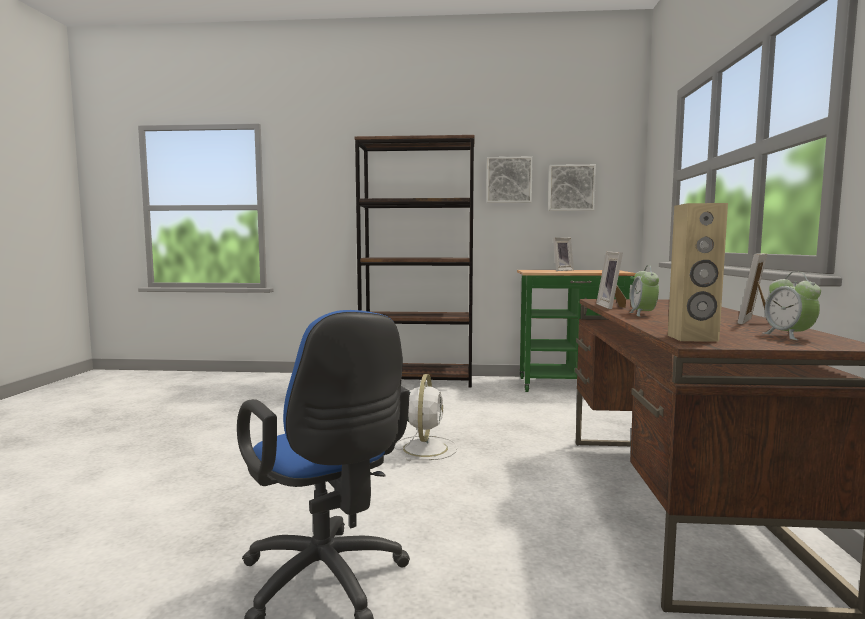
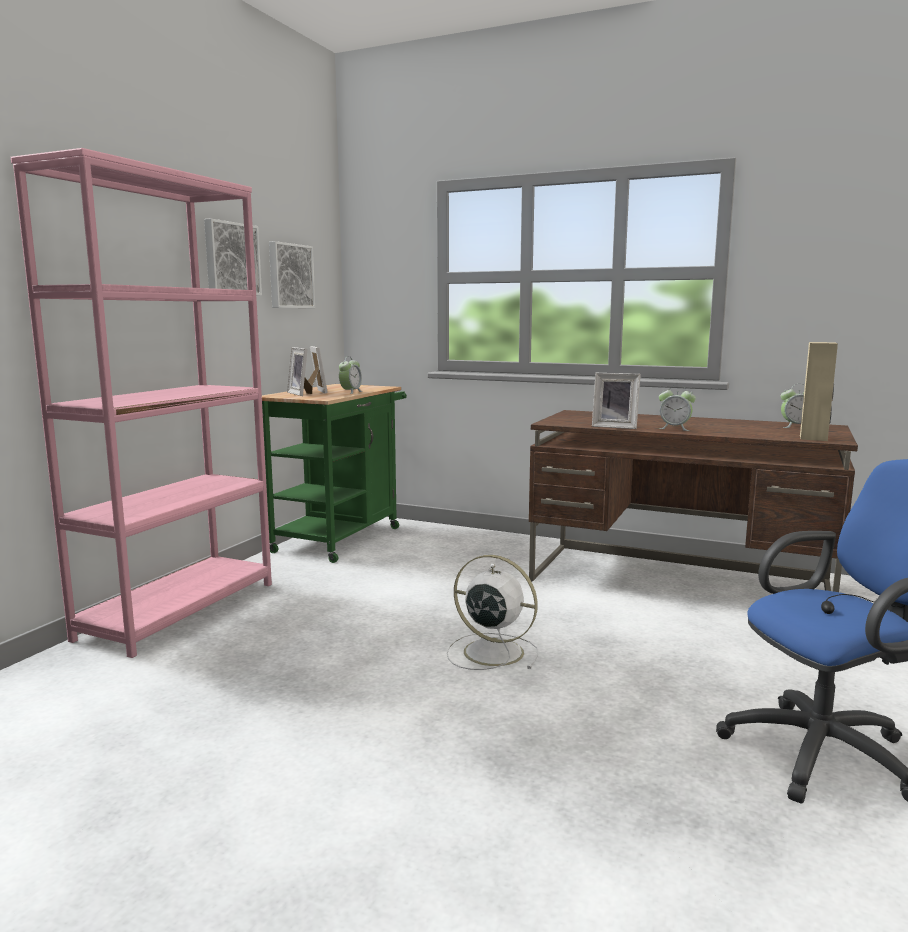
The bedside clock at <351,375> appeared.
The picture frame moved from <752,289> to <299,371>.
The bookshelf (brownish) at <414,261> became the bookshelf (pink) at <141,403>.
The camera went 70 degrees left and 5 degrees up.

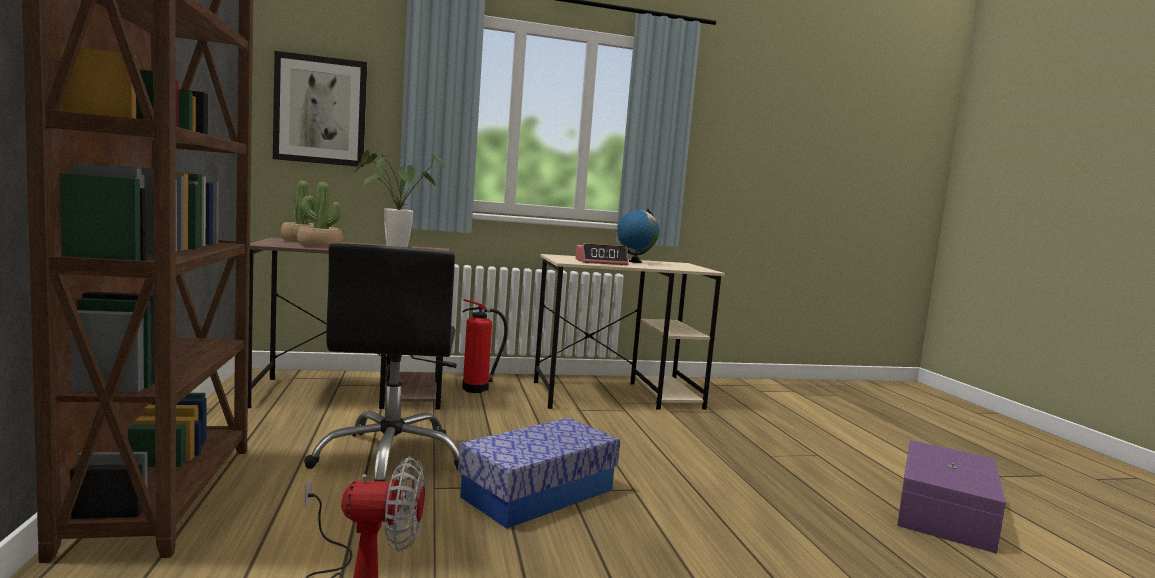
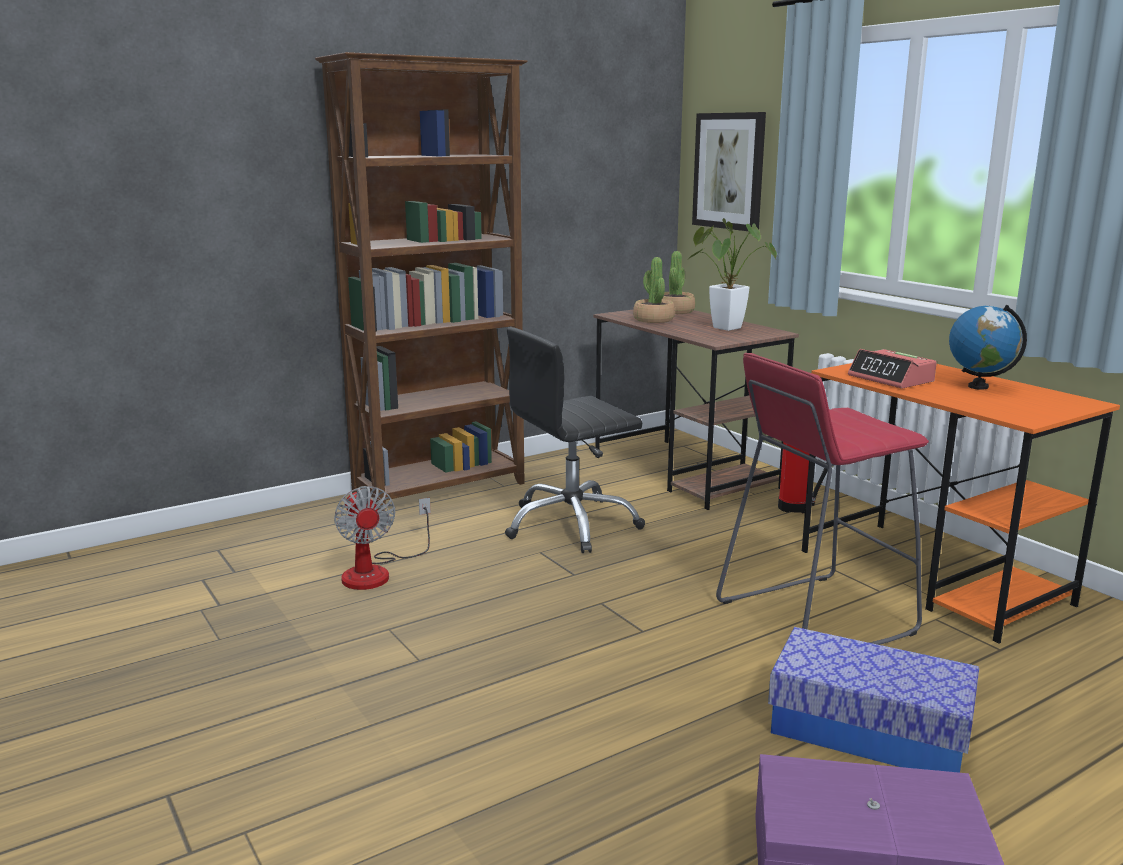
The stool seat (red-coloured) at <822,499> appeared.
The storage box moved from <539,473> to <873,700>.
The desk (beige) at <629,332> became the desk (orangey) at <961,503>.
The camera went 70 degrees right and 10 degrees up.

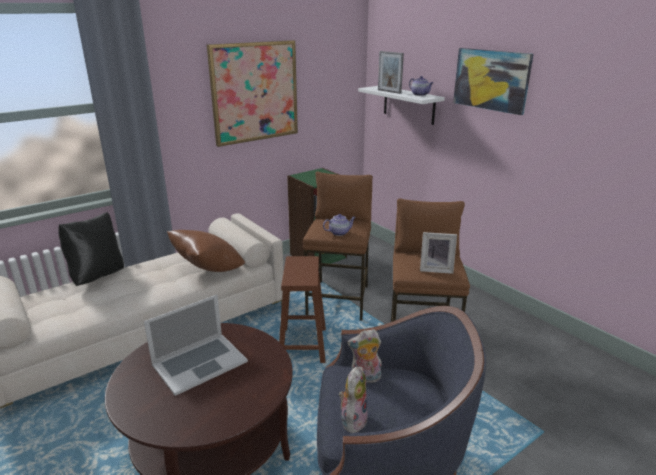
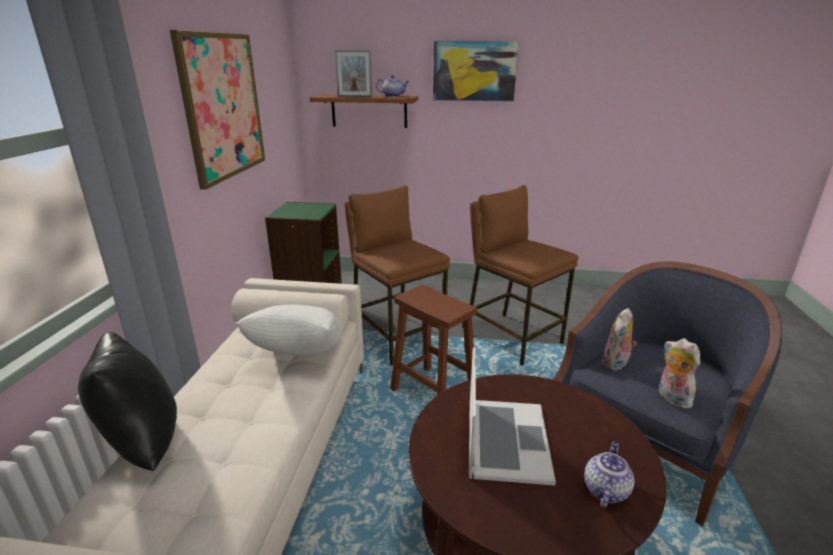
The picture frame at <438,253> disappeared.
The teapot moved from <339,225> to <609,474>.
The throw pillow (brownish) at <206,251> became the throw pillow (white-coloured) at <290,330>.
The shelf (white-coloured) at <401,105> became the shelf (brownish) at <364,111>.
The camera went 45 degrees left and 0 degrees up.

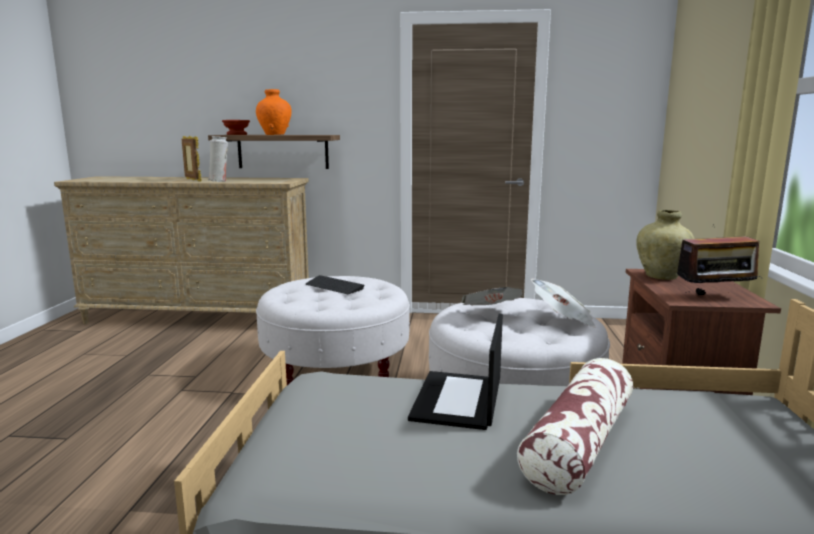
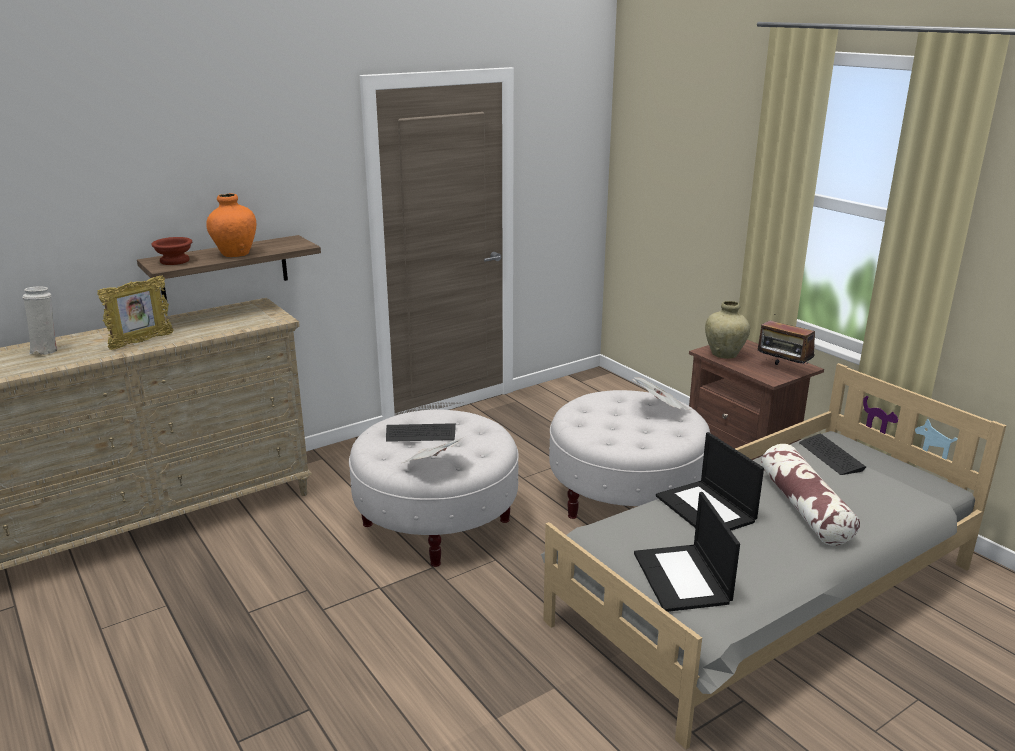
The notebook computer at <687,552> appeared.
The keyboard at <832,454> appeared.
The decorative vase (white-coloured) moved from <218,159> to <39,320>.
The daily paper moved from <492,296> to <433,450>.
The picture frame at <191,159> turned 120 degrees clockwise.
The radio set at <717,259> turned 90 degrees clockwise.
The camera went 40 degrees left and 10 degrees up.

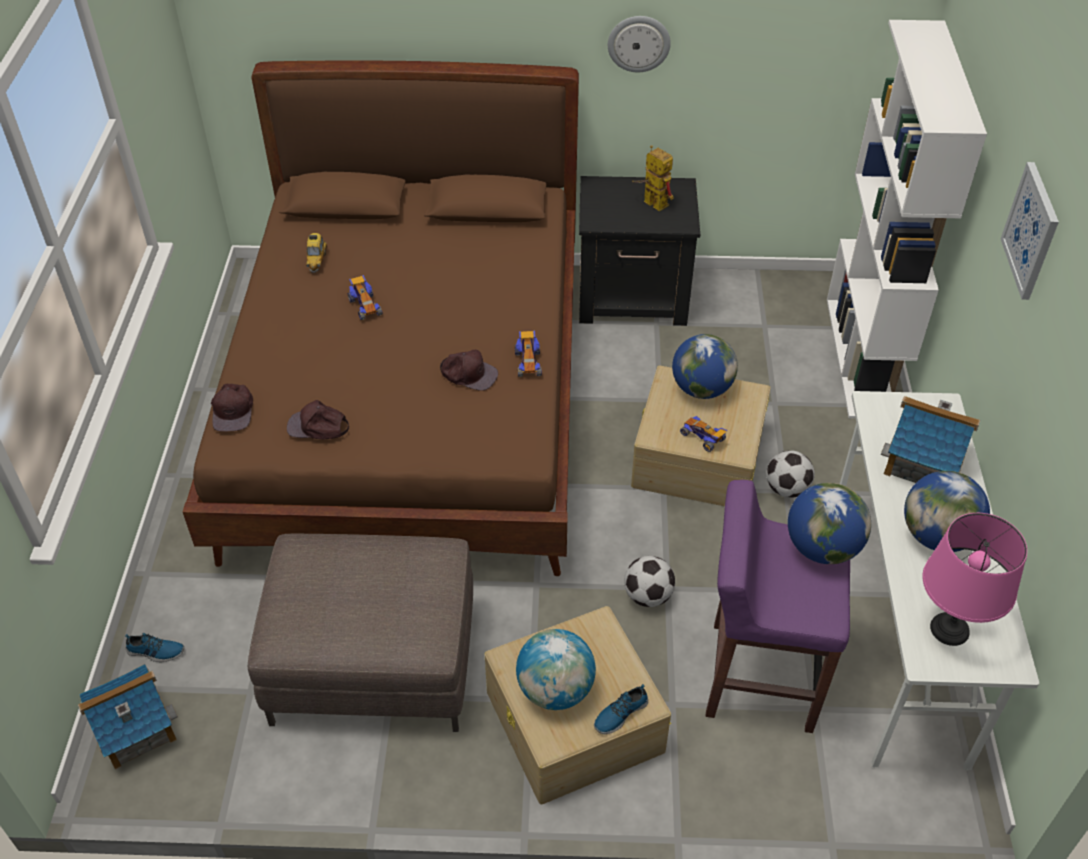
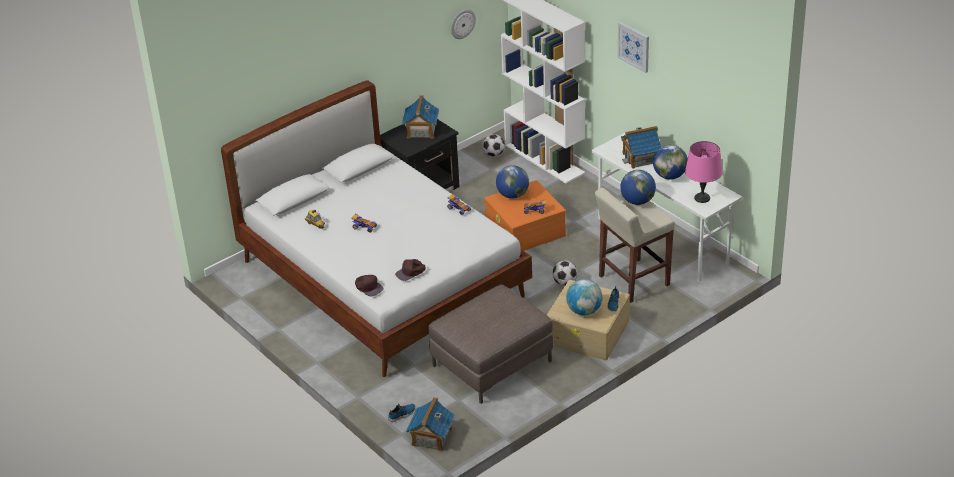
The cap (brownish) at <469,370> disappeared.
The hanging clock moved from <639,44> to <463,24>.
The football ball moved from <790,474> to <493,145>.
The toy robot at <652,178> was replaced by the miniature house at <420,117>.
The bedroom bed (brownish) at <381,318> became the bedroom bed (white-coloured) at <376,229>.
The storage box (beige) at <701,436> became the storage box (orangey) at <525,215>.
The stool seat (purple) at <778,606> became the stool seat (beige) at <635,245>.
The camera went 40 degrees left and 10 degrees down.

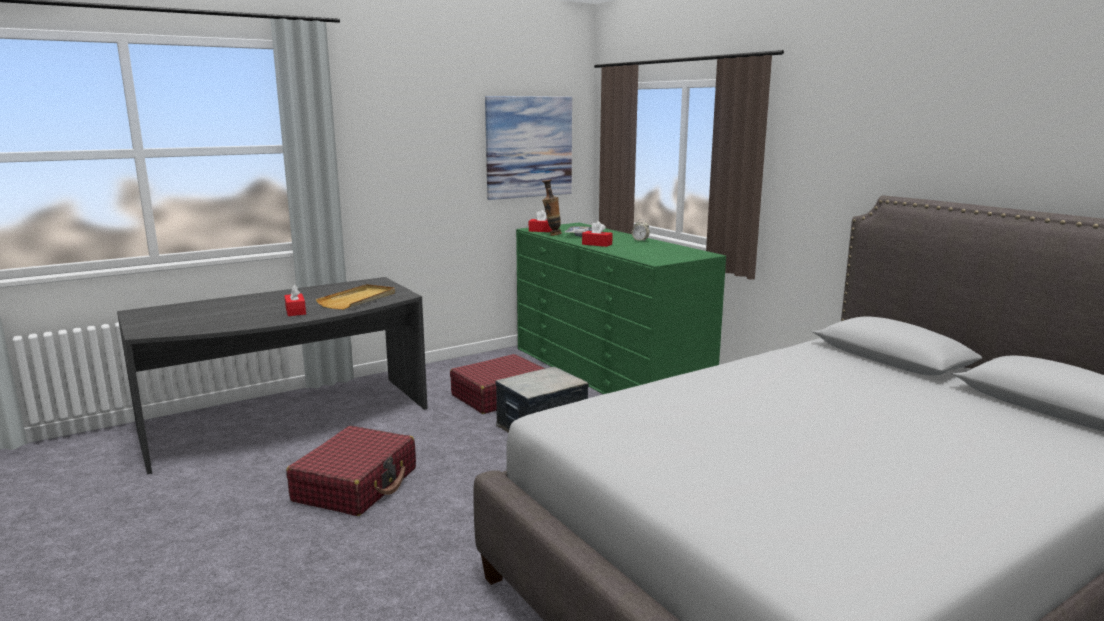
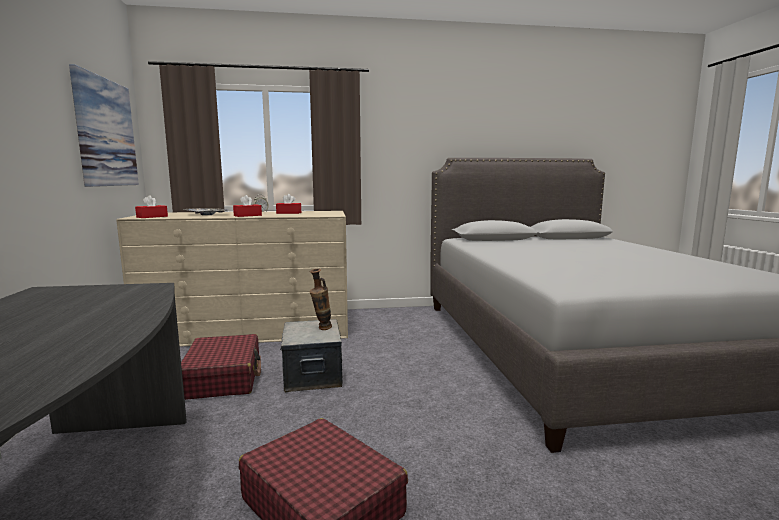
The carrying tray (beige) at <355,297> disappeared.
The tissue box (red-coloured) moved from <295,300> to <288,204>.
The decorative vase moved from <552,207> to <321,299>.
The dresser (greenish) at <621,308> became the dresser (beige) at <232,279>.
The camera went 65 degrees left and 5 degrees down.

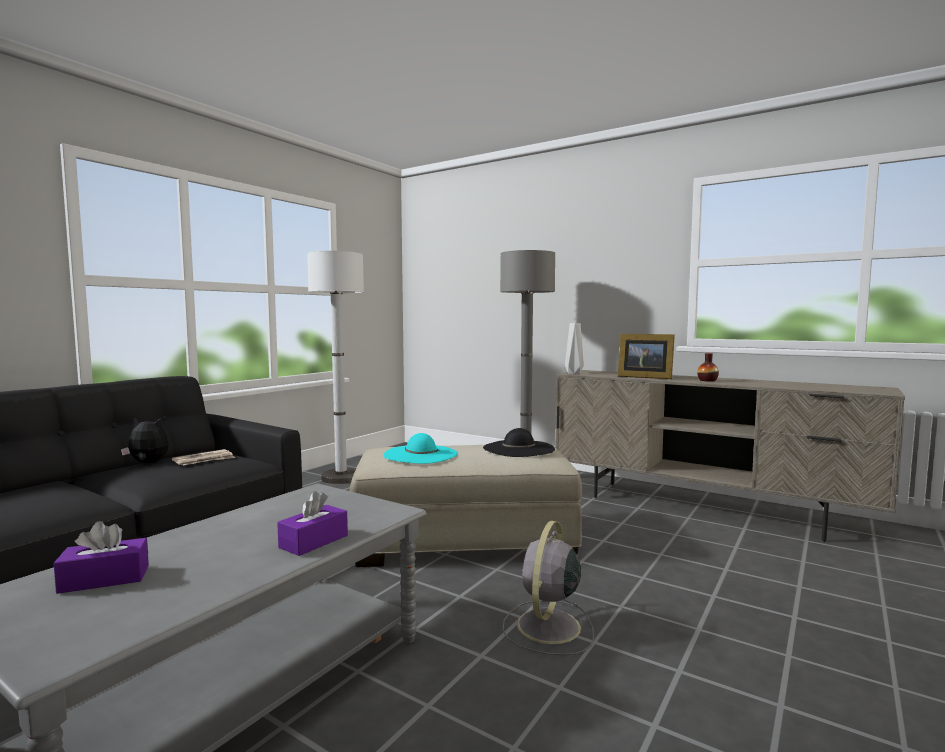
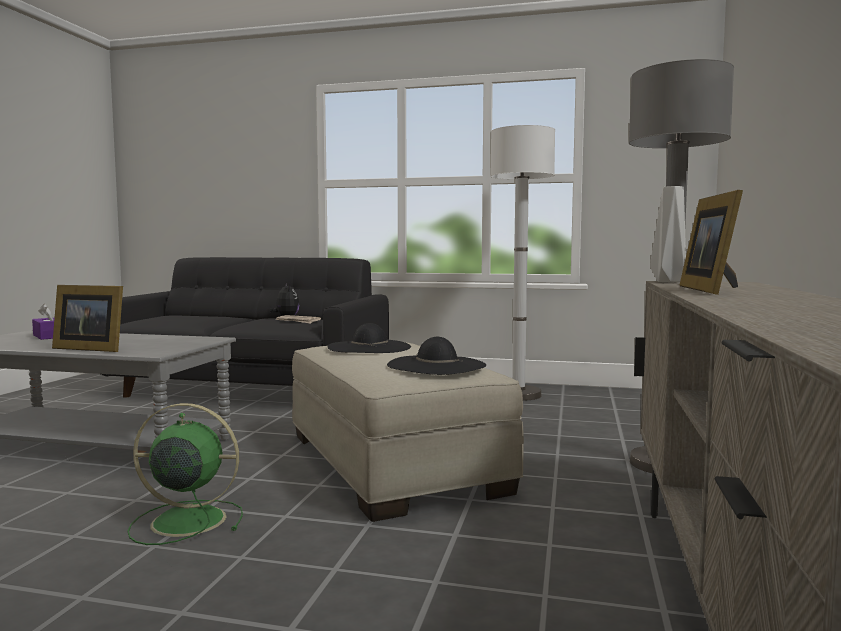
The decorative vase at <708,367> disappeared.
The tissue box (purple) at <312,523> was replaced by the picture frame at <87,318>.
The wearable hat (blue-green) at <421,448> became the wearable hat (black) at <369,338>.
The fan (grey) at <548,588> became the fan (greenish) at <185,474>.
The camera went 70 degrees right and 0 degrees up.

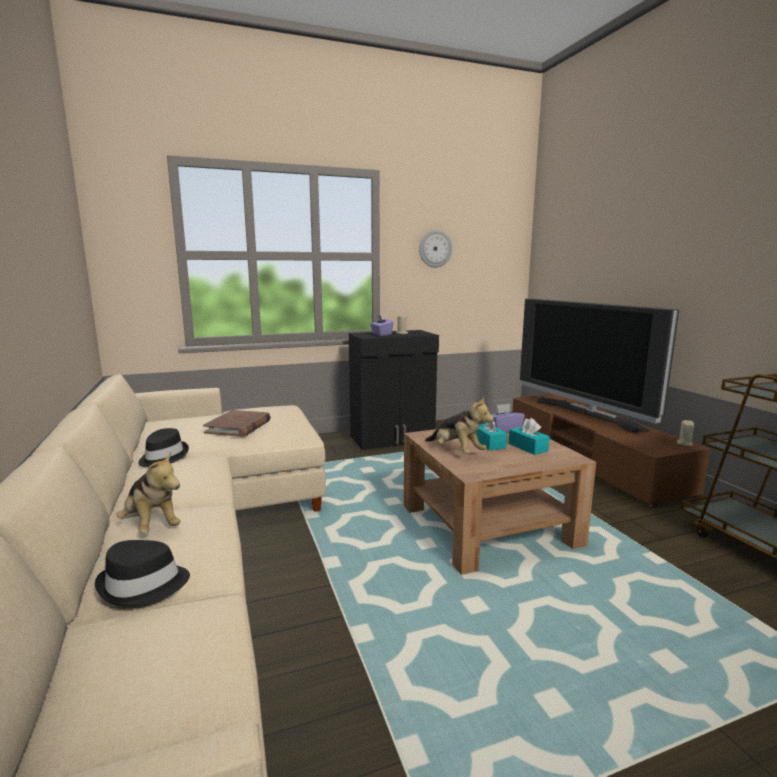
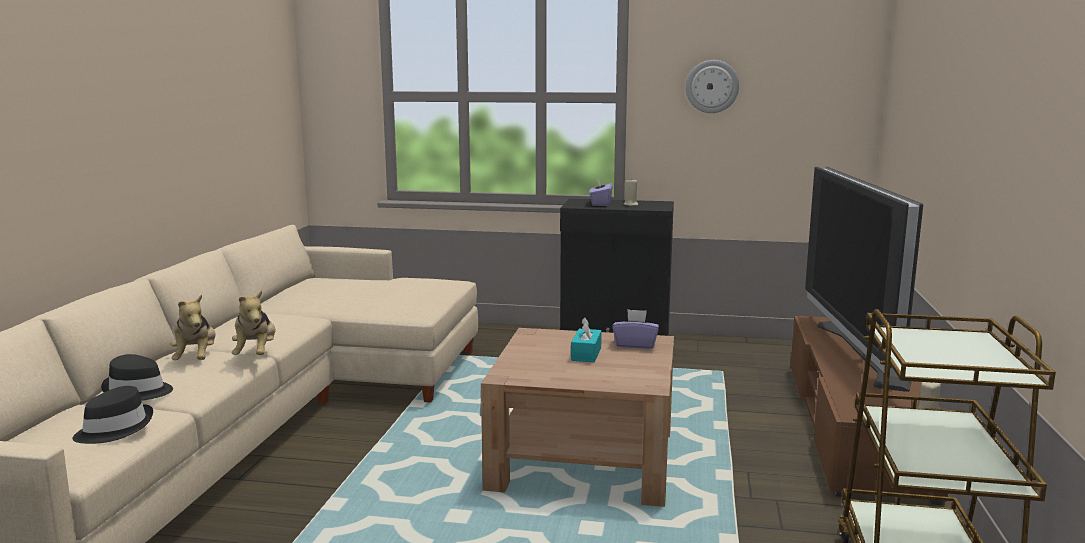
The volume (brownish) at <237,423> disappeared.
The tissue box (blue-green) at <529,436> disappeared.
The wearable hat (black) moved from <163,447> to <113,415>.
The cuddly toy moved from <459,424> to <254,322>.
The camera went 30 degrees right and 0 degrees up.

